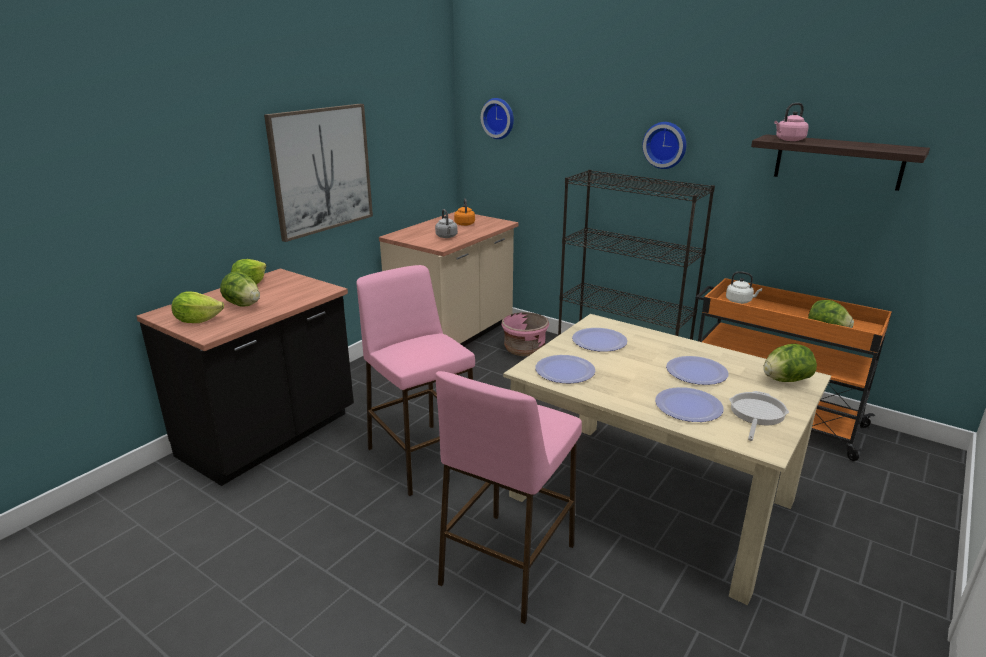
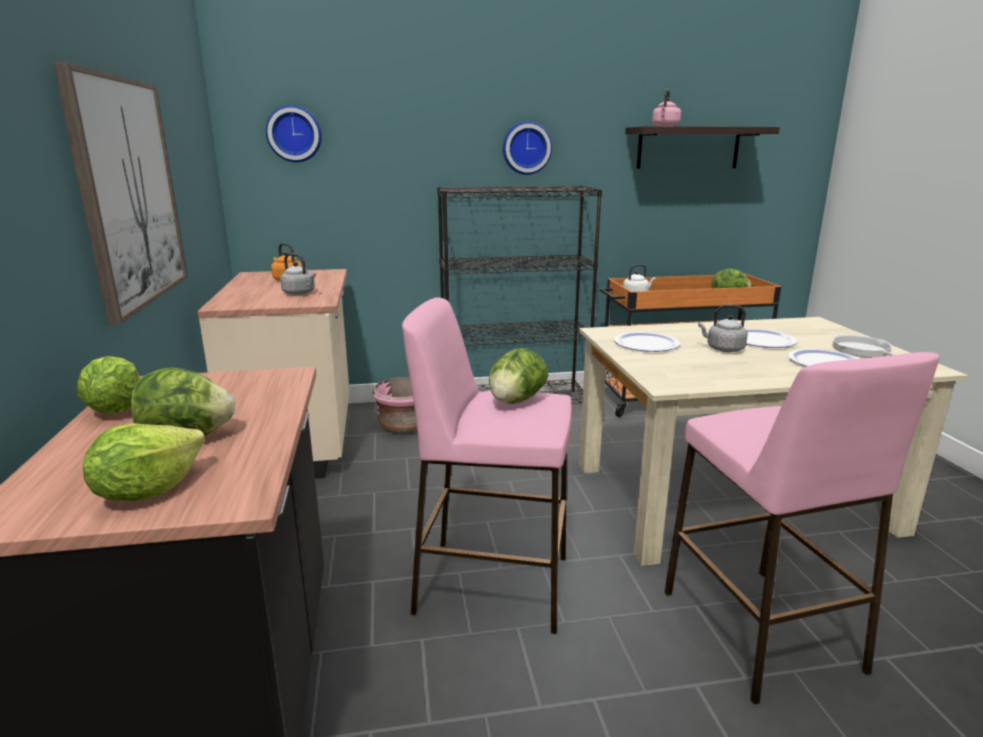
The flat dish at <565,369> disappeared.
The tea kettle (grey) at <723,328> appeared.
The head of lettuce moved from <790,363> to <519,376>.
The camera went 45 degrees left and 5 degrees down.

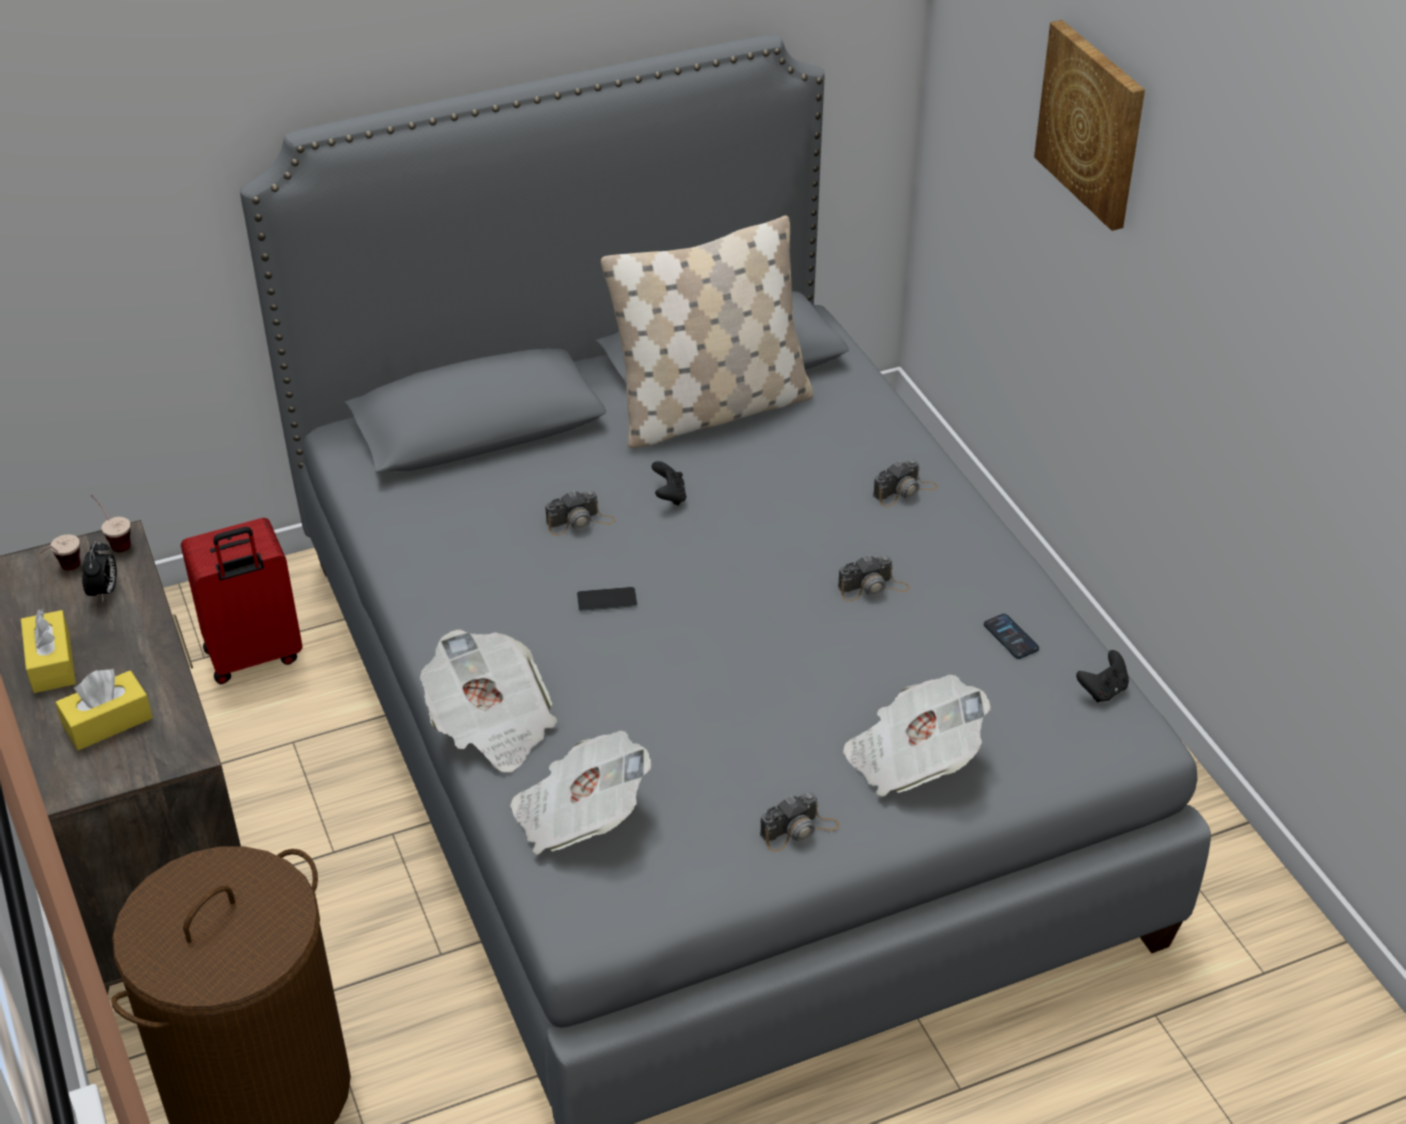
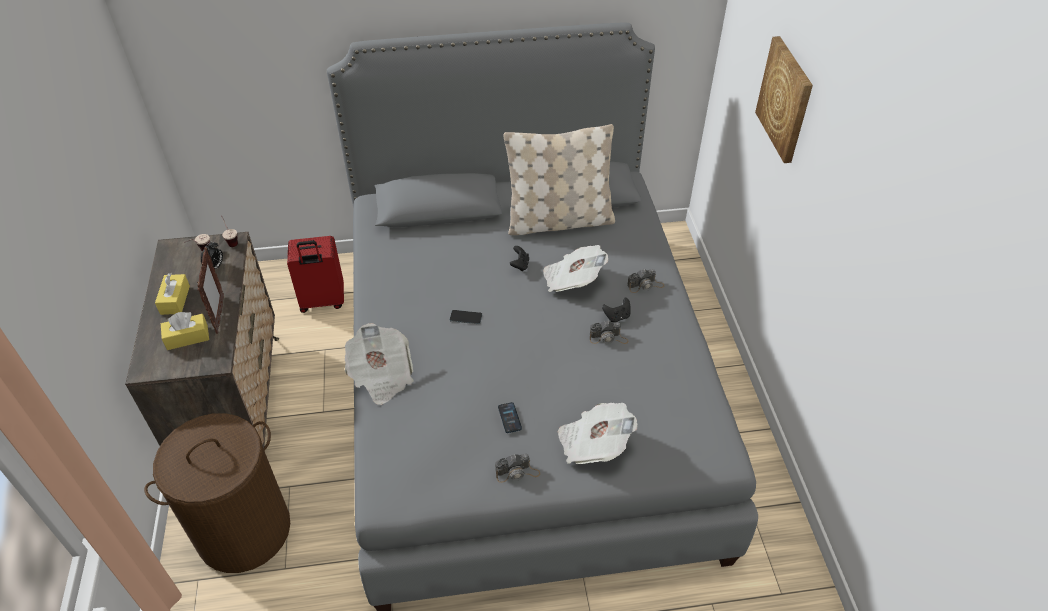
The photo camera at <580,513> disappeared.
The picture frame at <210,290> appeared.
The daily paper moved from <580,793> to <575,268>.
The telephone moved from <1011,636> to <510,417>.
The joypad (black) moved from <1102,676> to <616,310>.
The camera went 15 degrees right and 5 degrees up.

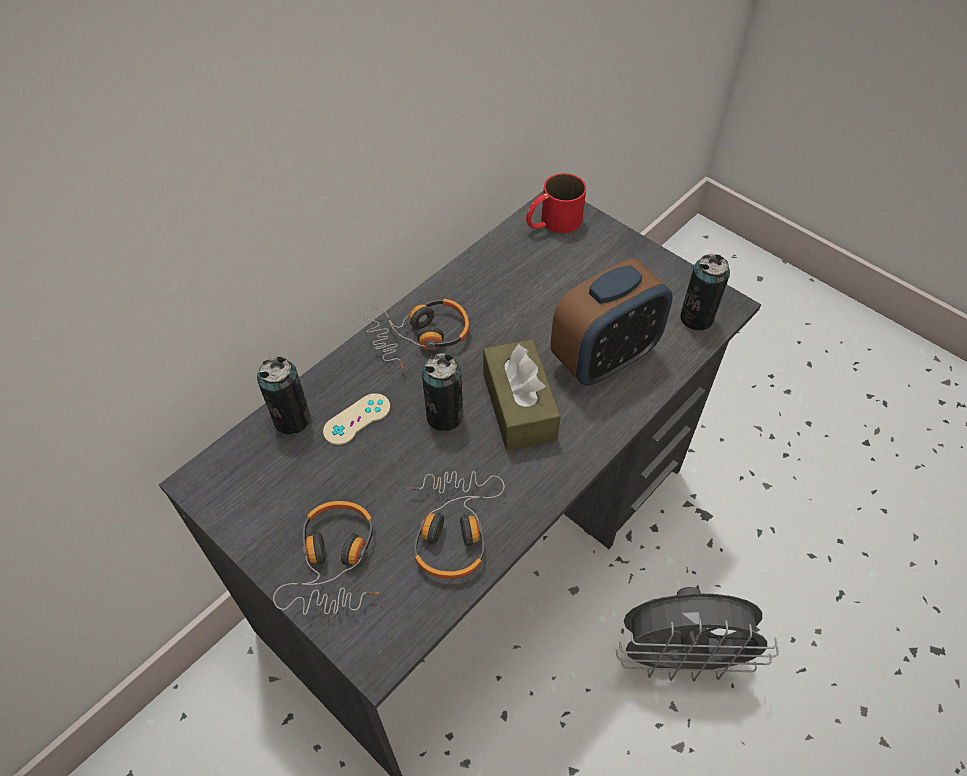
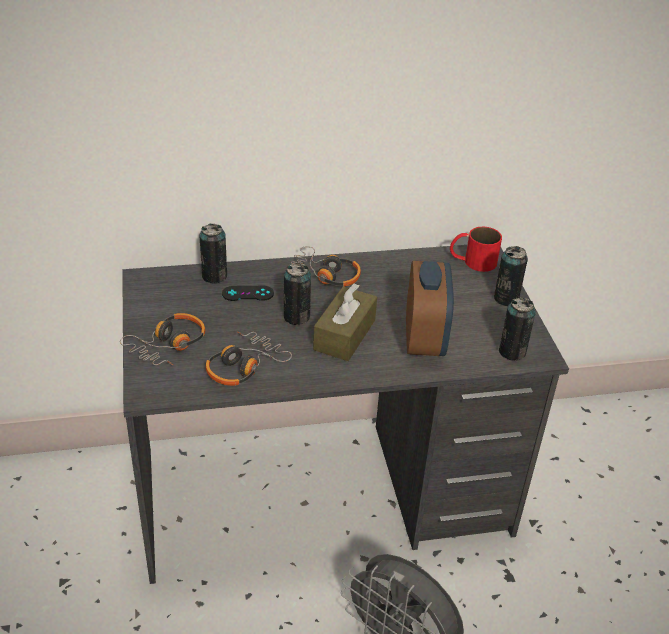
The sealed can at <511,276> appeared.
The joypad (beige) at <356,419> became the joypad (black) at <248,293>.
The bedside clock at <611,322> turned 90 degrees counterclockwise.
The camera went 35 degrees right and 15 degrees down.

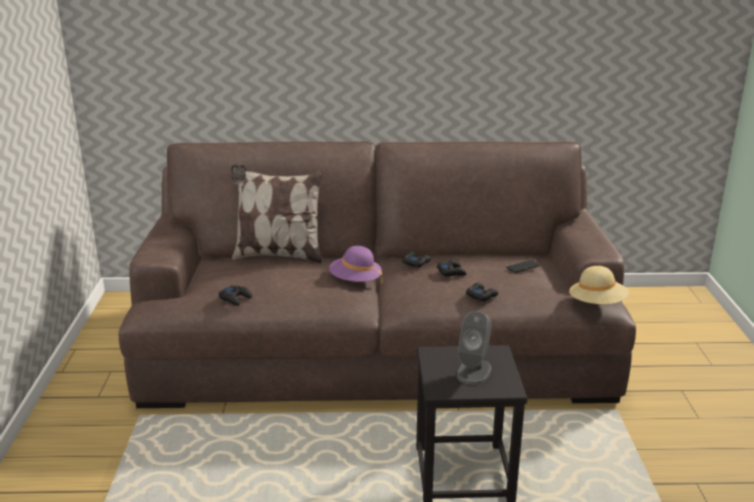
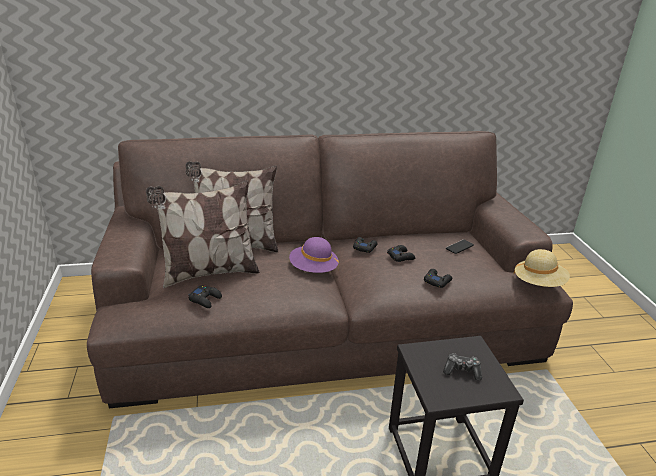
The throw pillow at <203,234> appeared.
The audio speaker (grey) at <474,348> was replaced by the joypad at <462,367>.
The camera went 10 degrees left and 5 degrees up.

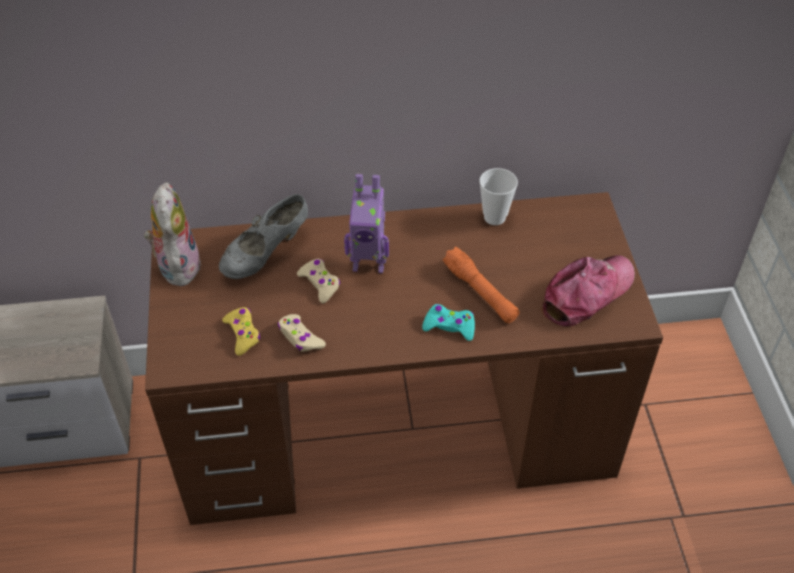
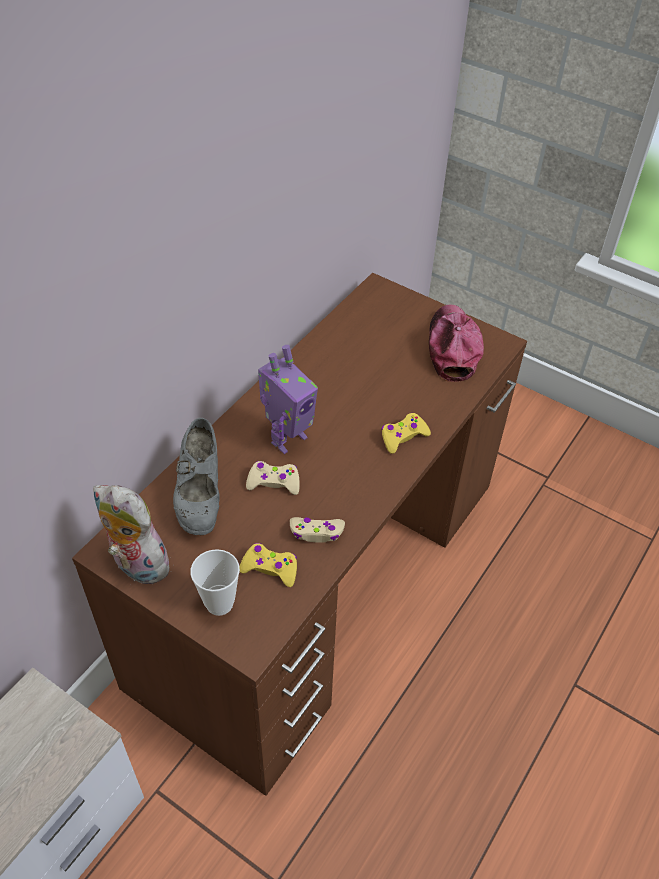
The flashlight (orangey) at <481,285> disappeared.
The cup moved from <498,196> to <215,582>.
The joypad (blue-green) at <448,322> became the joypad (yellow) at <406,433>.
The camera went 50 degrees left and 0 degrees up.

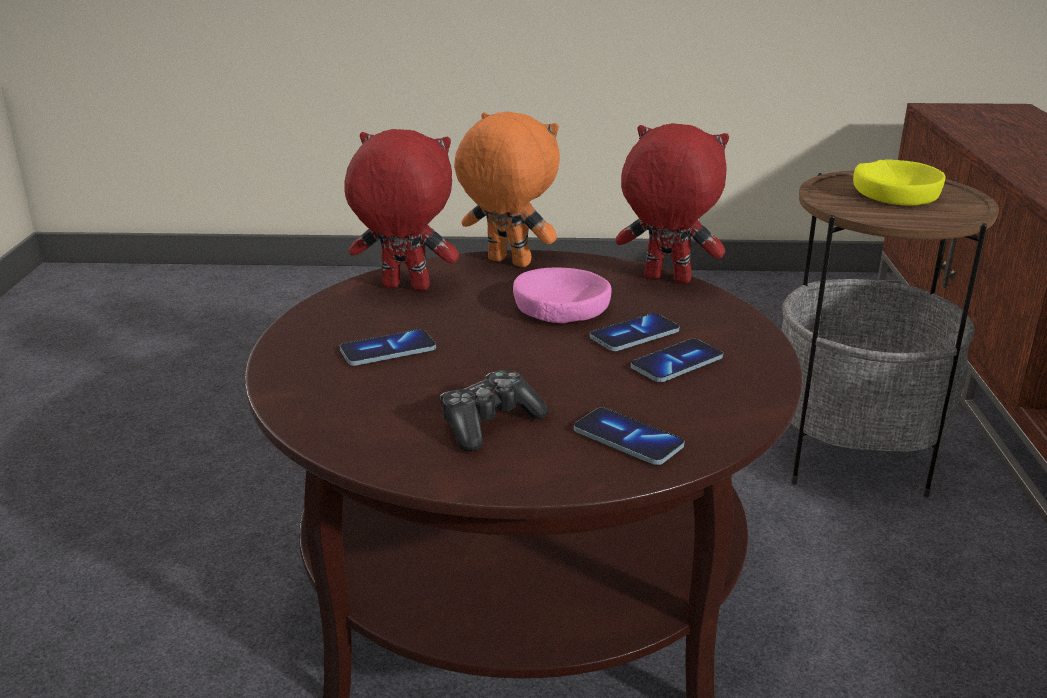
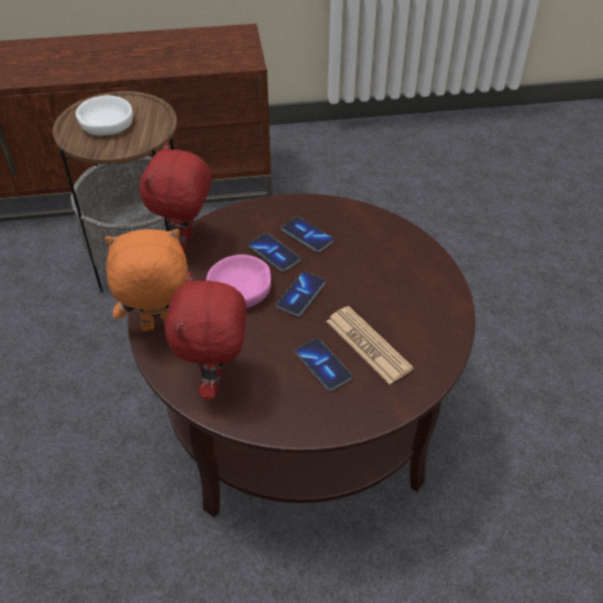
The joypad at <494,411> disappeared.
The daily paper at <369,345> appeared.
The telephone moved from <629,436> to <300,294>.
The serving bowl (yellow) at <899,182> became the serving bowl (white-coloured) at <104,115>.
The cuddly toy (orangey) at <507,189> turned 60 degrees clockwise.
The camera went 100 degrees left and 20 degrees up.

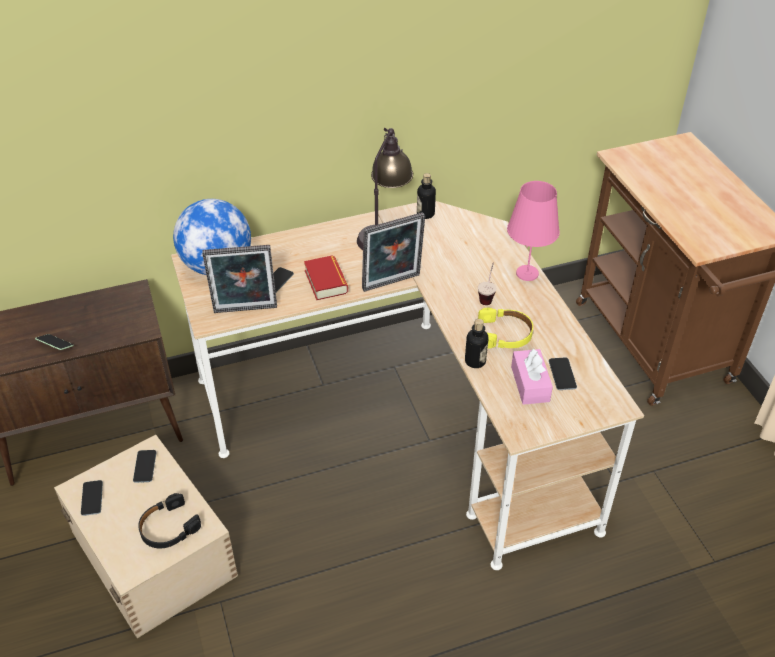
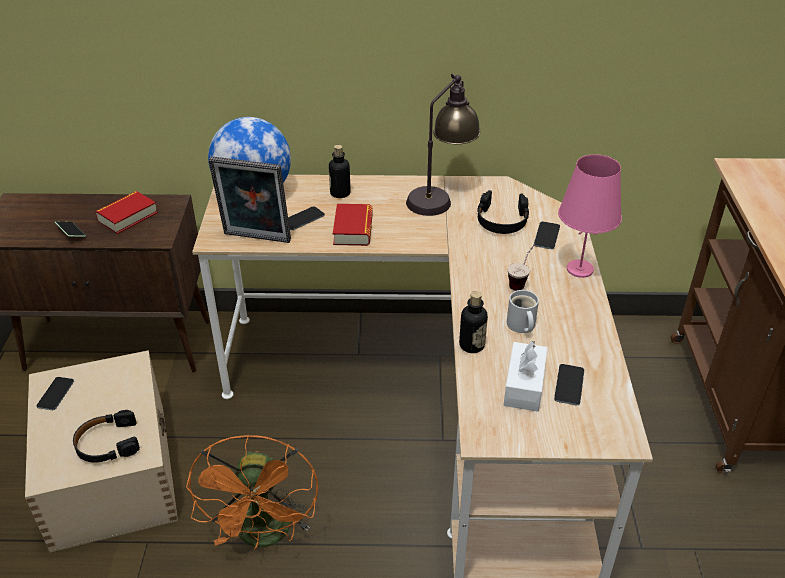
The picture frame at <393,252> disappeared.
The volume at <126,212> appeared.
The fan (orangey) at <252,492> appeared.
The pair of headphones (black) at <503,212> appeared.
The telephone moved from <144,466> to <547,235>.
The drink bottle moved from <426,196> to <340,171>.
The pair of headphones (yellow) at <505,328> was replaced by the tea mug (white-coloured) at <523,311>.
The tissue box (pink) at <532,376> became the tissue box (white-coloured) at <525,376>.
The camera went 20 degrees right and 5 degrees down.

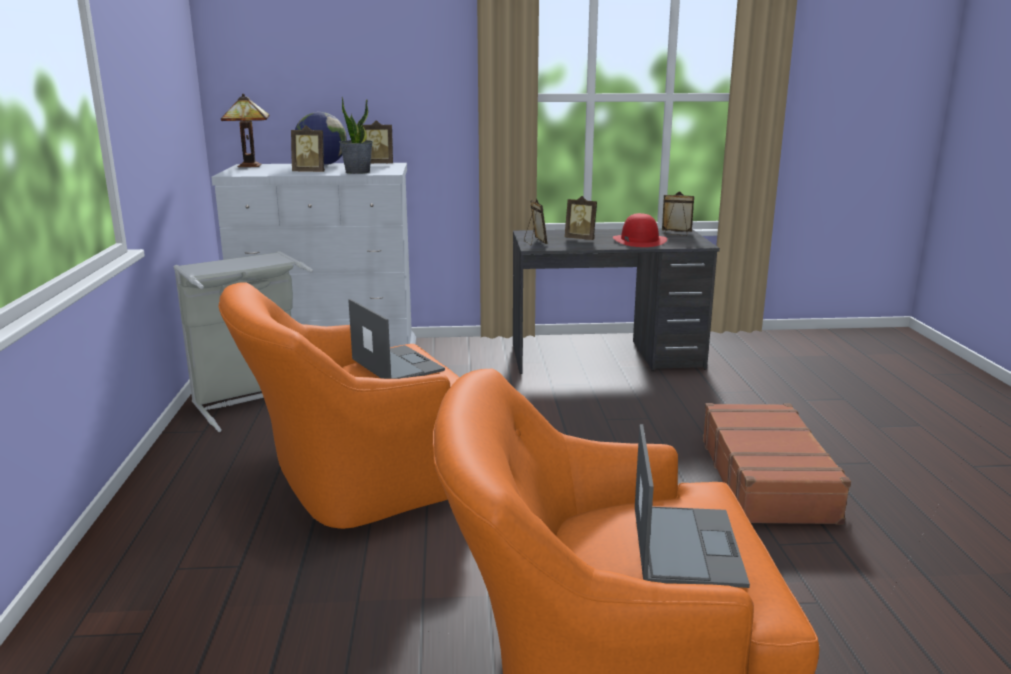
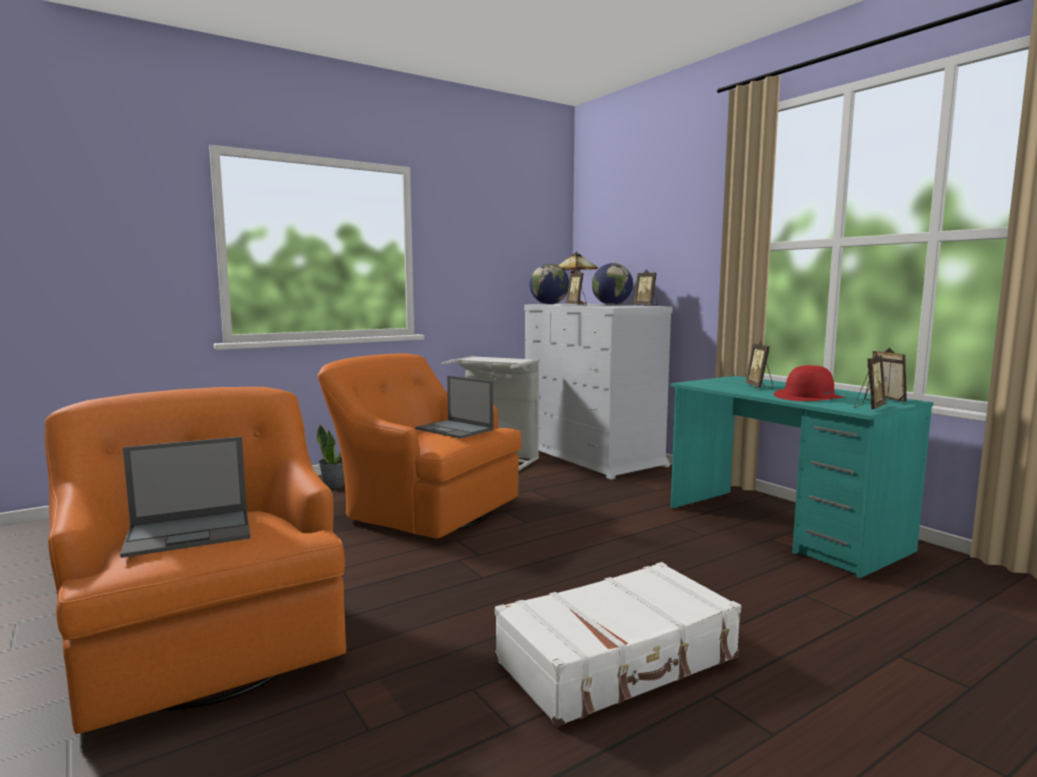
The globe at <549,284> appeared.
The plant in a pot moved from <356,135> to <330,457>.
The picture frame moved from <536,222> to <870,380>.
The desk (grey) at <616,301> became the desk (blue-green) at <802,477>.
The piece of luggage (brownish) at <777,464> became the piece of luggage (white-coloured) at <618,644>.
The notebook computer at <396,339> turned 105 degrees clockwise.
The camera went 60 degrees right and 10 degrees down.

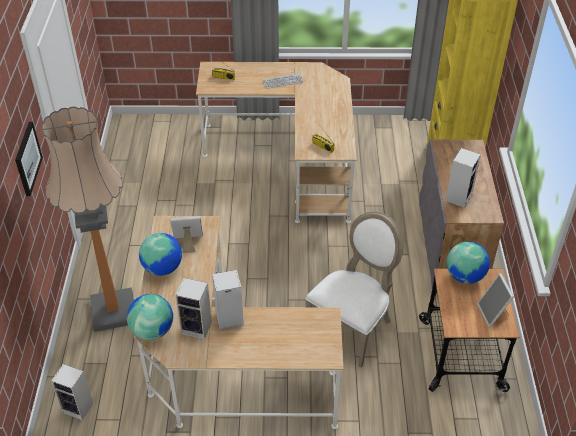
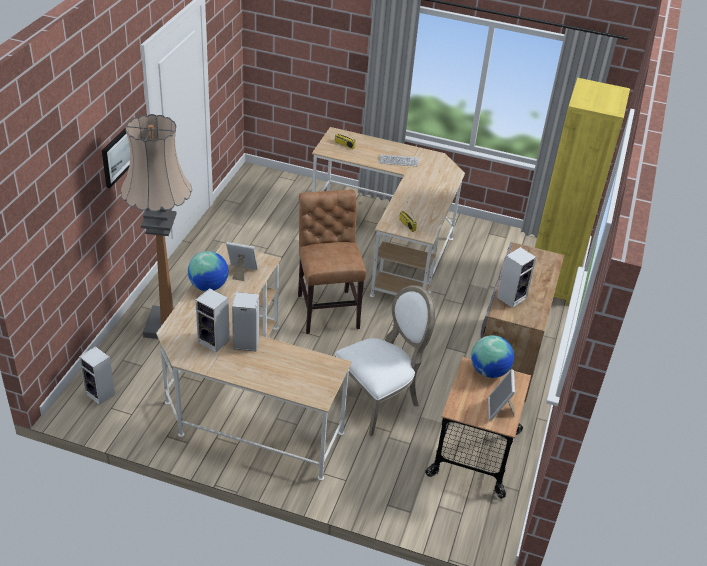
The globe at <150,317> disappeared.
The chair (brownish) at <332,262> appeared.
The camera went 15 degrees right and 5 degrees down.

